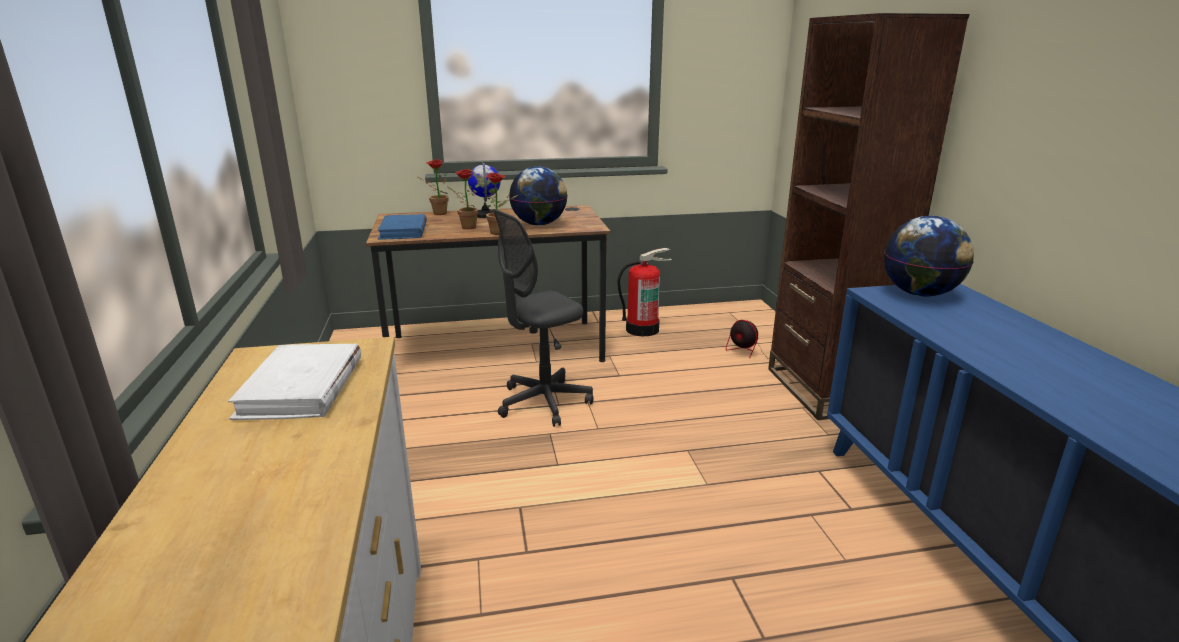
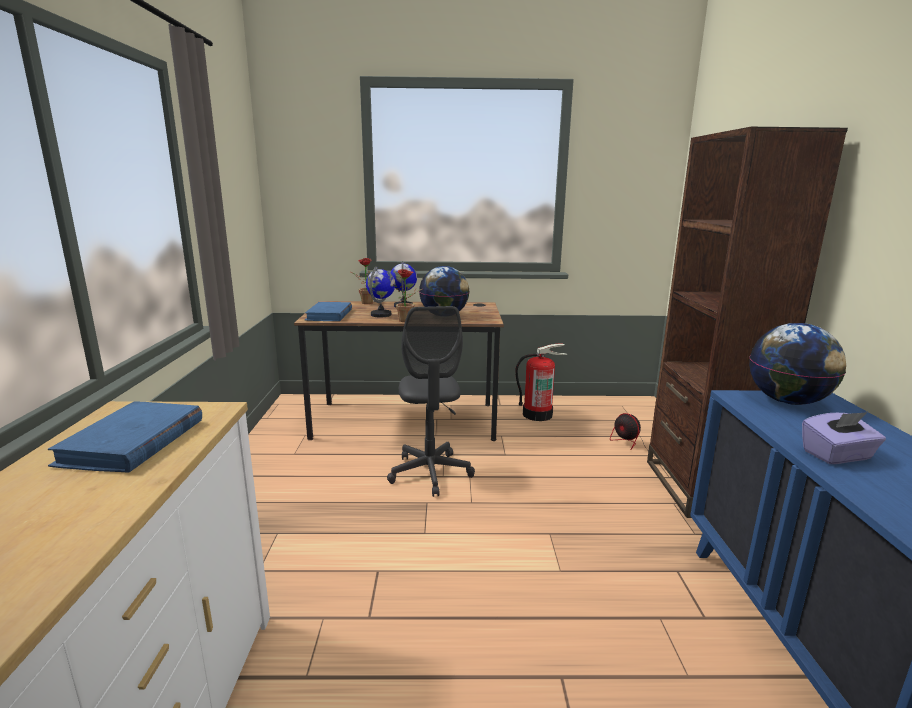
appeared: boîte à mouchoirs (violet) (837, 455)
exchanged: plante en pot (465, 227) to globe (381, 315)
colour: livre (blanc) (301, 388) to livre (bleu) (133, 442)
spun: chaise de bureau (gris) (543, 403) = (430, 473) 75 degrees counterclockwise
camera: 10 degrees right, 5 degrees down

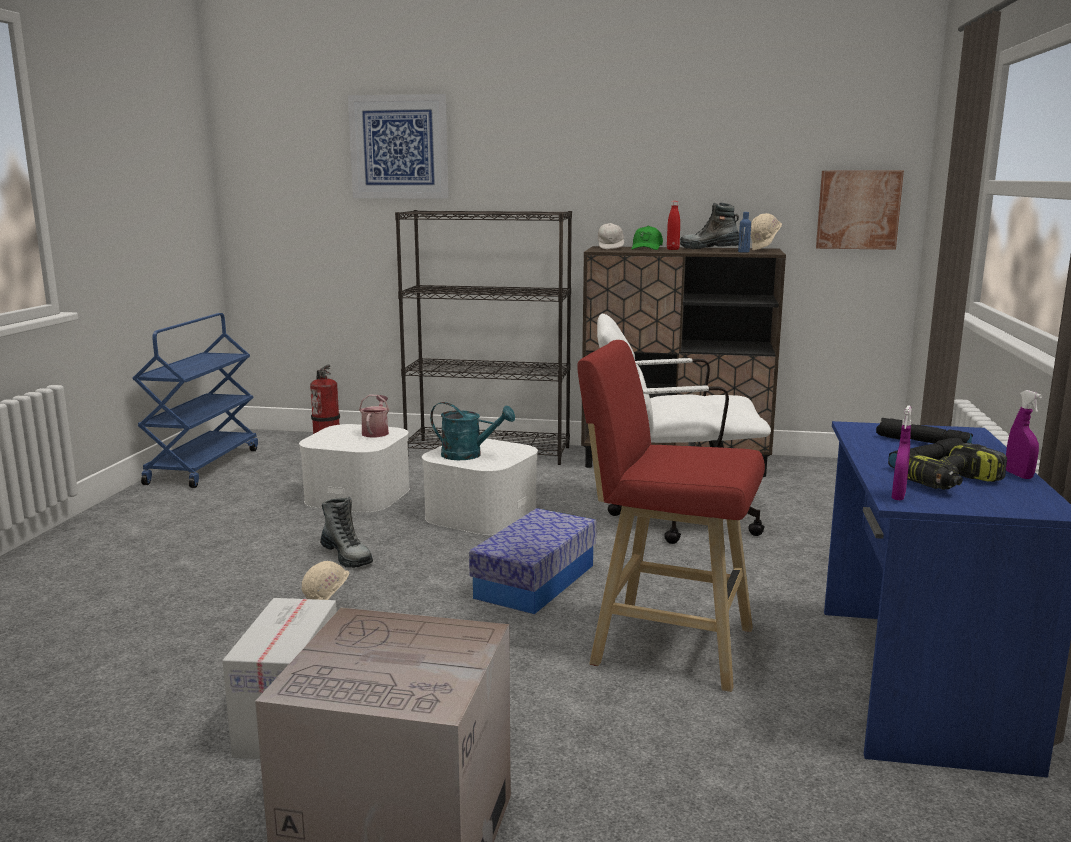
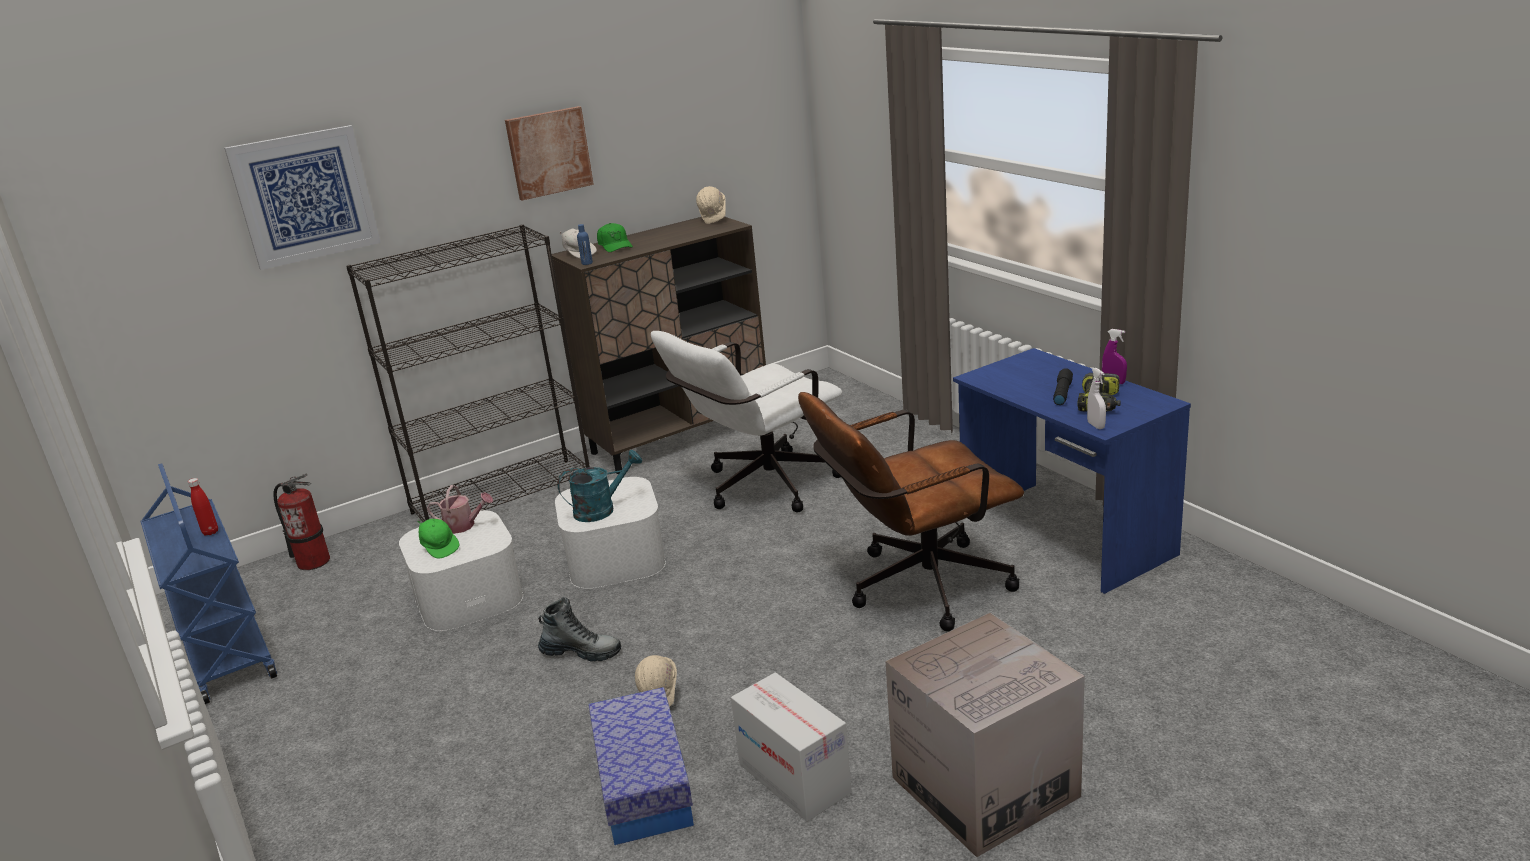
missing: botte (709, 249); lampe de poche (noir) (921, 443)
appeared: casquette (vert) (440, 547)
relocated: boîte de rangement (535, 581) to (643, 785); bouteille (rouge) (673, 249) to (210, 532); bouteille (bleu) (743, 252) to (587, 263); tableau (858, 210) to (549, 152)
exchanged: tabouret (rouge) (664, 645) to chaise de bureau (marron) (915, 588)
colour: vaporisateur (violet) (898, 496) to vaporisateur (blanc) (1096, 425)
spun: arrosoir (376, 432) = (464, 525) 135 degrees clockwise
camera: 40 degrees left, 10 degrees up

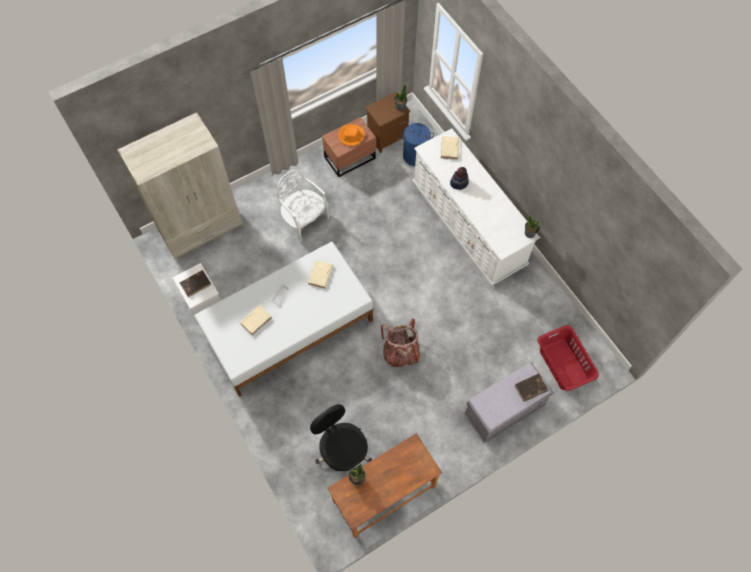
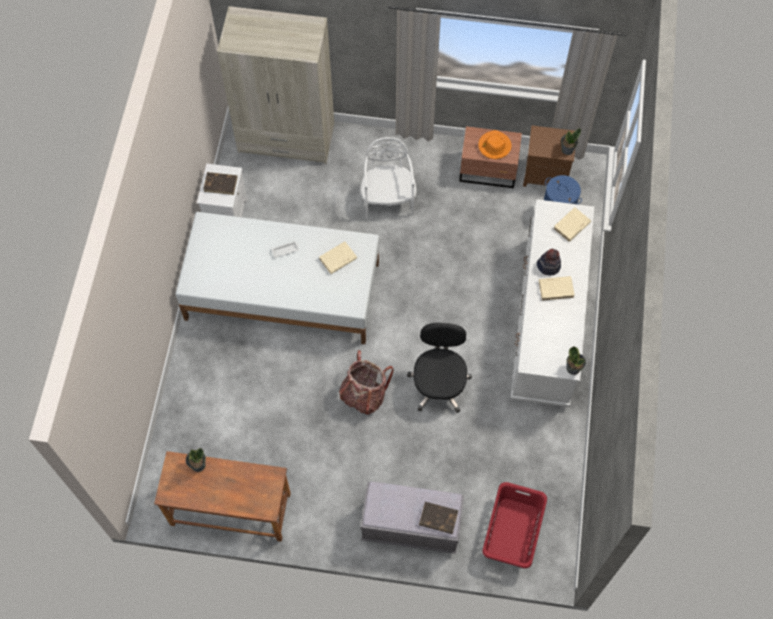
relocated: livre (beige) (256, 320) to (556, 289); chaise de bureau (noir) (342, 451) to (439, 384)
camera: 40 degrees right, 0 degrees up

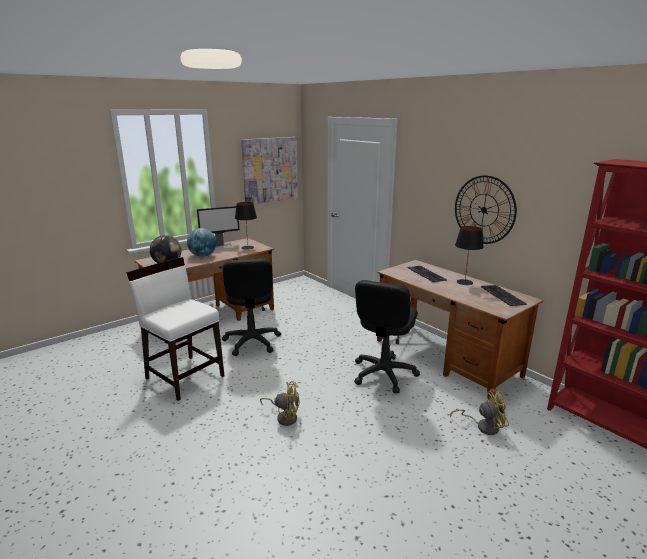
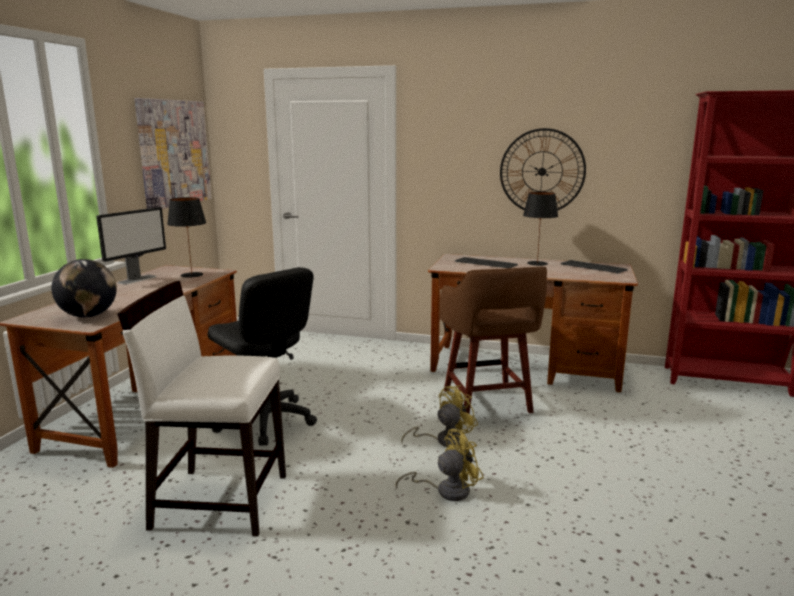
missing: globe (203, 255)
relocated: ventilateur (jaune) (483, 426) to (444, 440)
exchanged: chaise de bureau (noir) (383, 374) to tabouret (marron) (488, 402)
camera: 35 degrees left, 5 degrees down

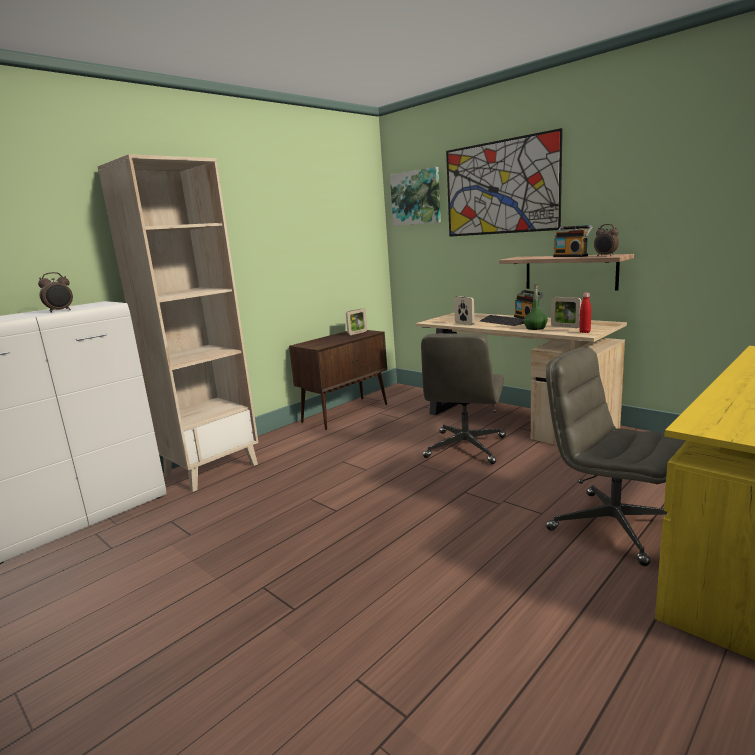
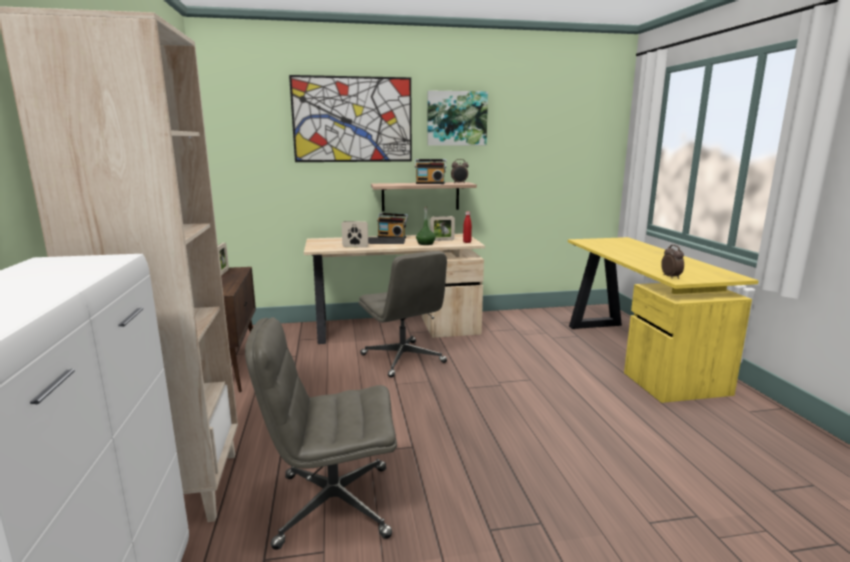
relocated: réveil (60, 311) to (671, 277); tableau (416, 197) to (456, 118); chaise de bureau (gris) (612, 526) to (332, 505)
camera: 55 degrees left, 0 degrees up

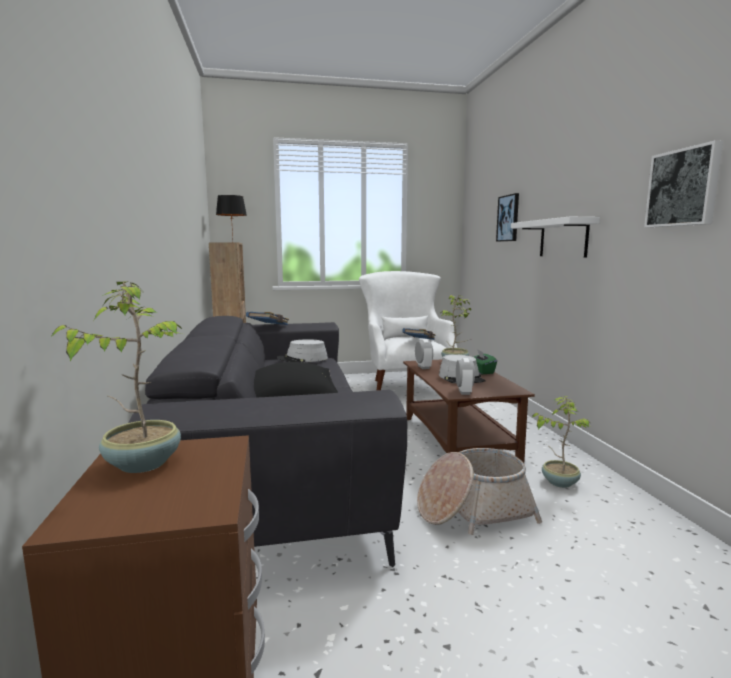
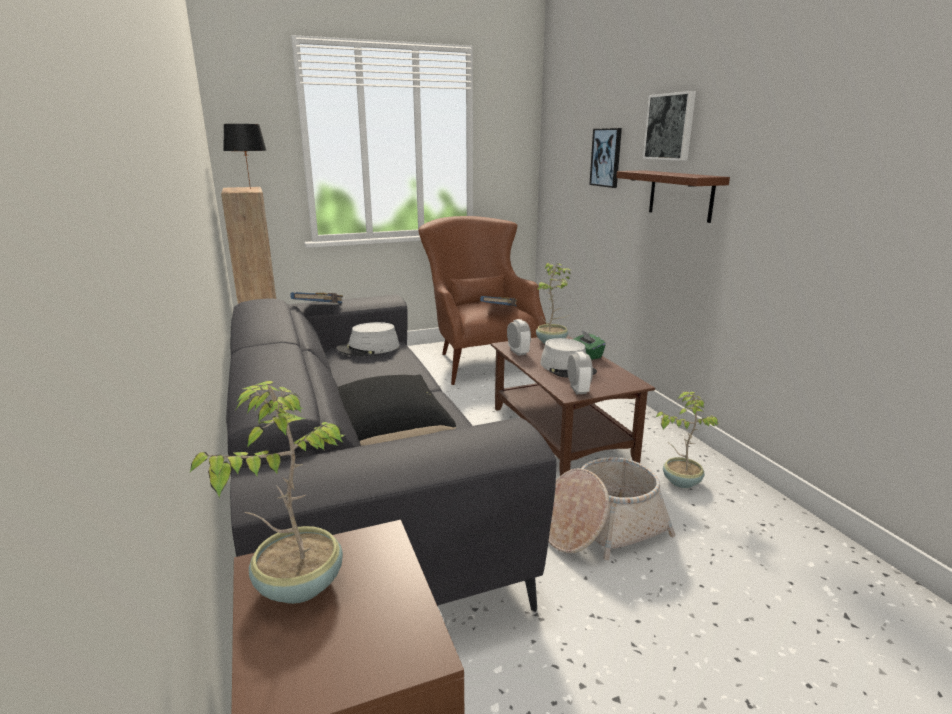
relocated: tableau (683, 188) to (670, 127)
colour: fauteuil (blanc) (404, 384) to fauteuil (marron) (479, 358); étagère (blanc) (563, 238) to étagère (marron) (680, 195)
camera: 10 degrees left, 10 degrees up

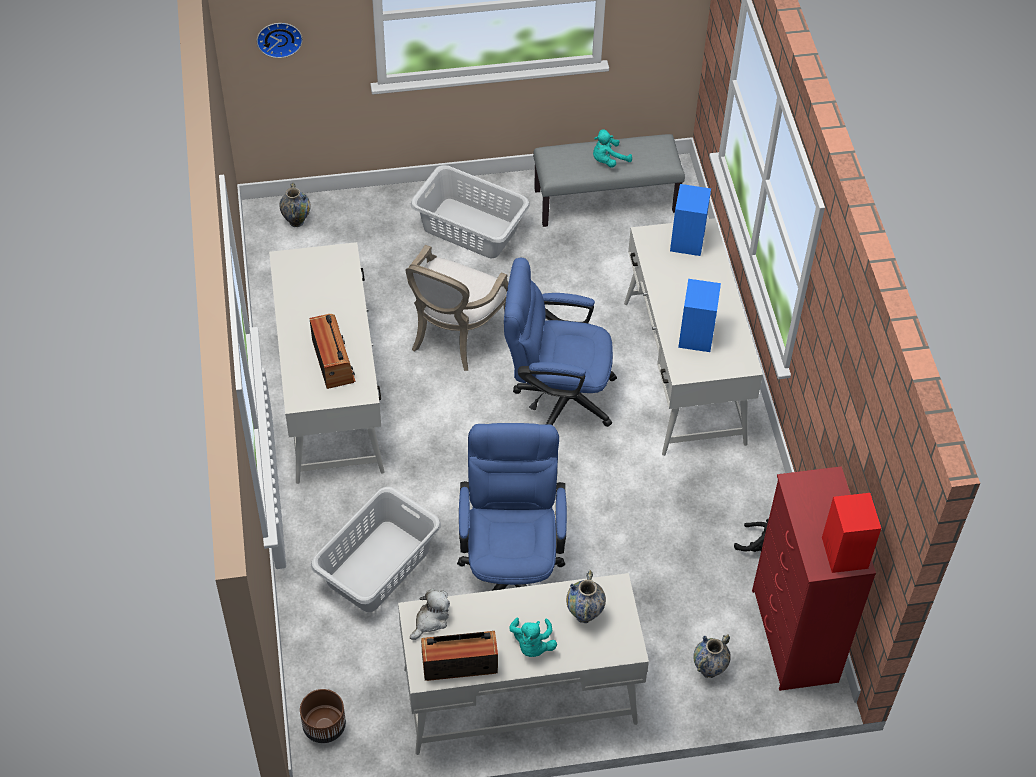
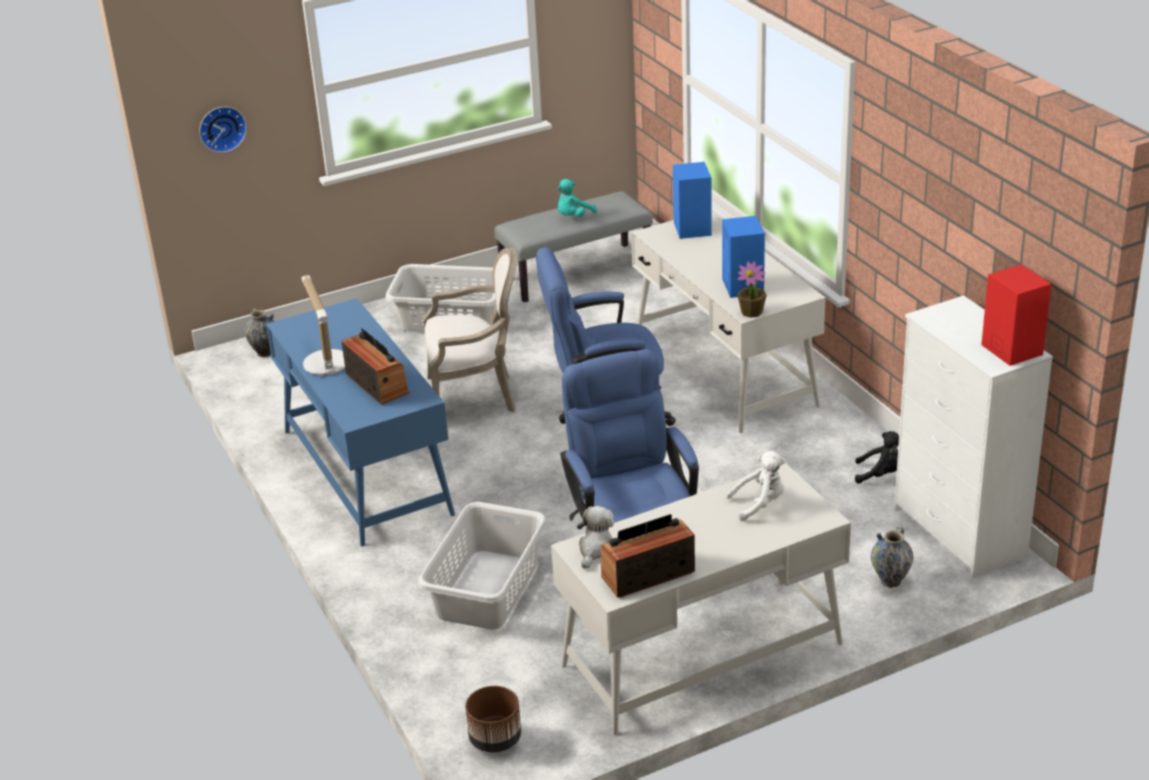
missing: peluche (turquoise) (532, 645)
appeared: lampe de table (325, 361); plante en pot (751, 312)
exchanged: vase (584, 614) to peluche (blanc) (760, 504)
colour: bureau (blanc) (331, 397) to bureau (bleu) (367, 471); commode (rouge) (793, 637) to commode (blanc) (959, 533)
spun: fauteuil (453, 337) = (475, 398) 105 degrees counterclockwise
camera: 15 degrees left, 20 degrees down

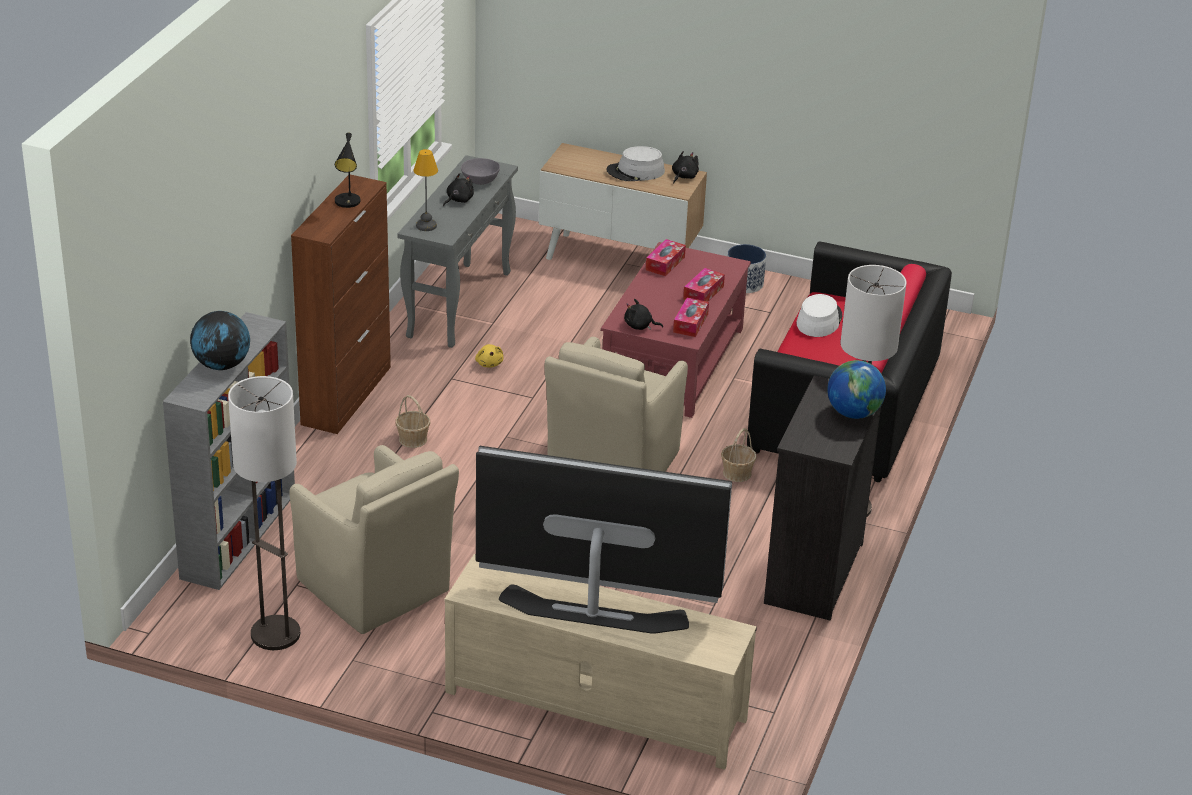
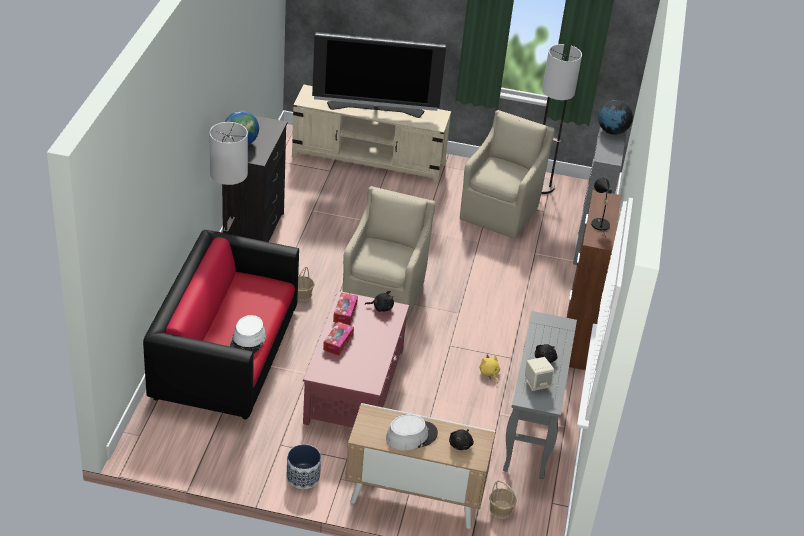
missing: lampe de table (425, 225); boîte à mouchoirs (665, 263)
relocated: panier (413, 439) to (500, 510); peluche (noir) (683, 176) to (461, 444)
exchanged: bol (gris) (480, 180) to enceinte (beige) (537, 383)
spun: fauteuil (beige) (375, 588) = (500, 211) 75 degrees clockwise
camera: 170 degrees right, 5 degrees up

